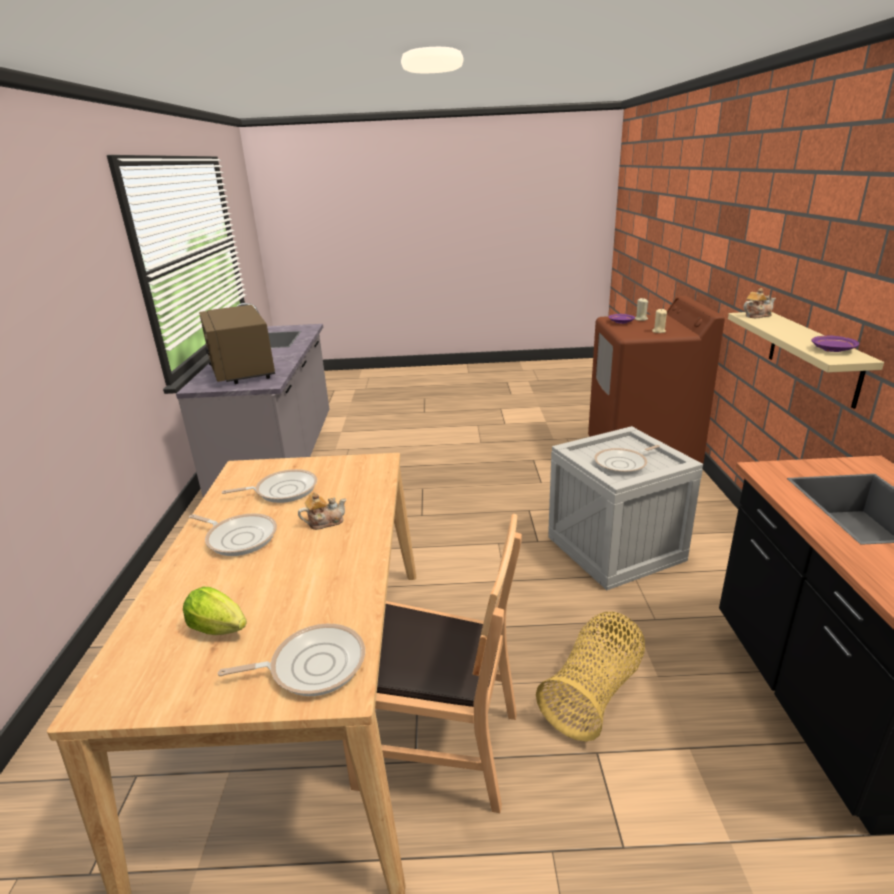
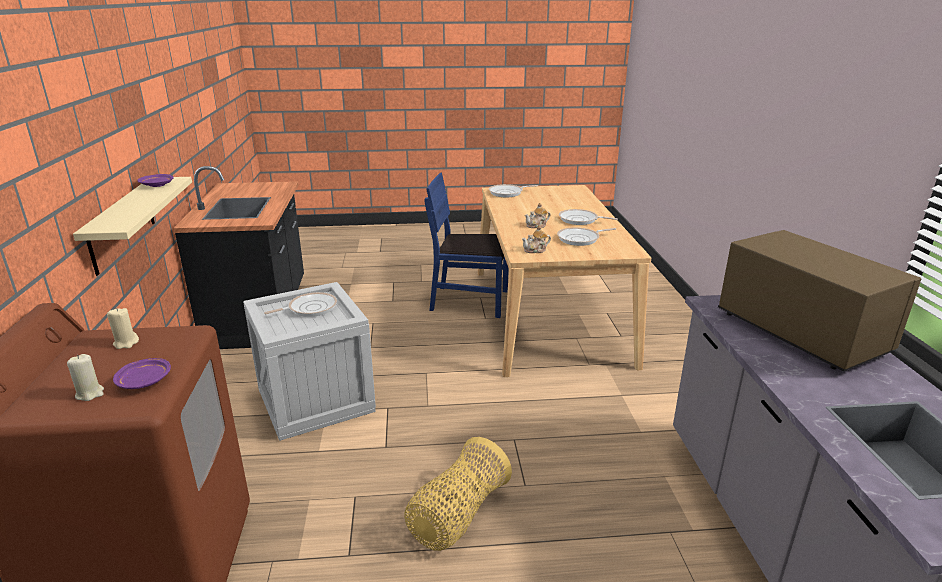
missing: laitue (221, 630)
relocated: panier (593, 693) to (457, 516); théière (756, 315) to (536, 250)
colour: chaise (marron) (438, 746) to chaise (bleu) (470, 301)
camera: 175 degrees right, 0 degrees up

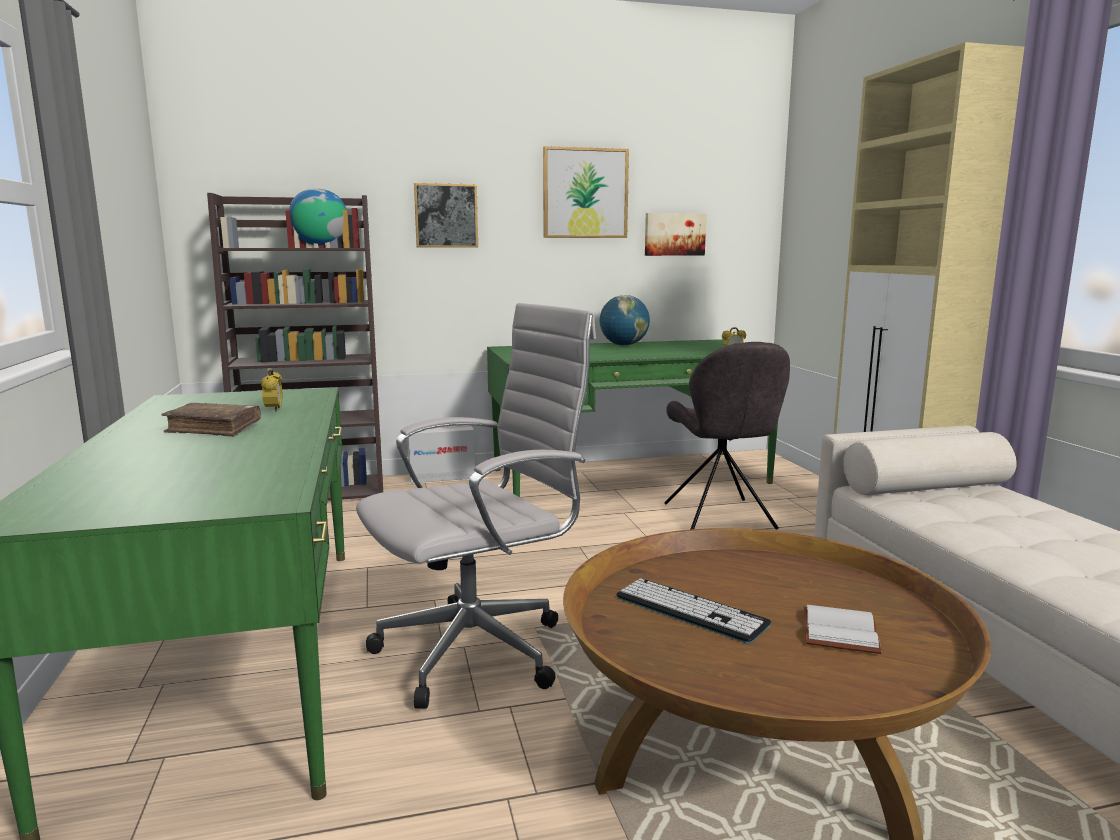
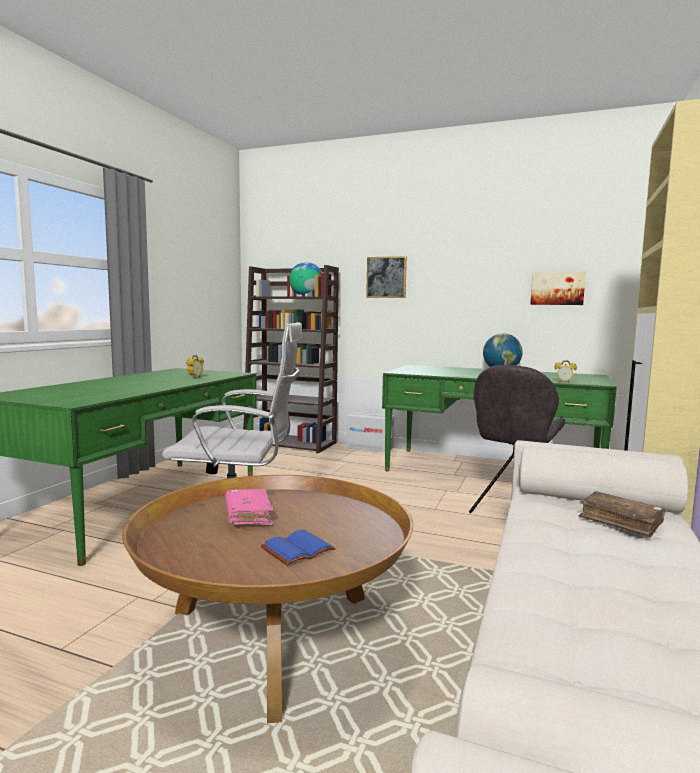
missing: tableau (585, 193)
relocated: livre (marron) (214, 429) to (620, 521)
exchanged: clavier (690, 610) to livre (rose) (248, 515)
colour: livre (blanc) (837, 631) to livre (bleu) (297, 549)
camera: 35 degrees right, 5 degrees down

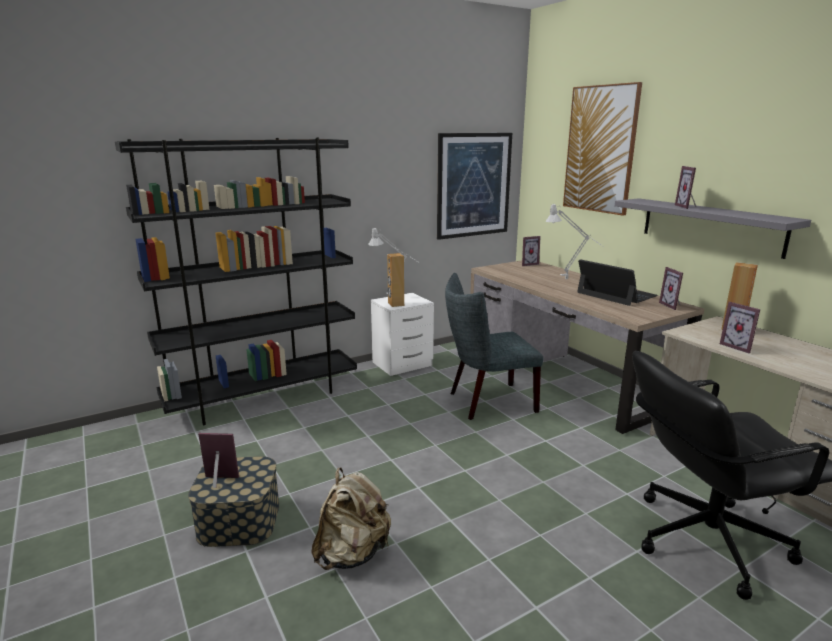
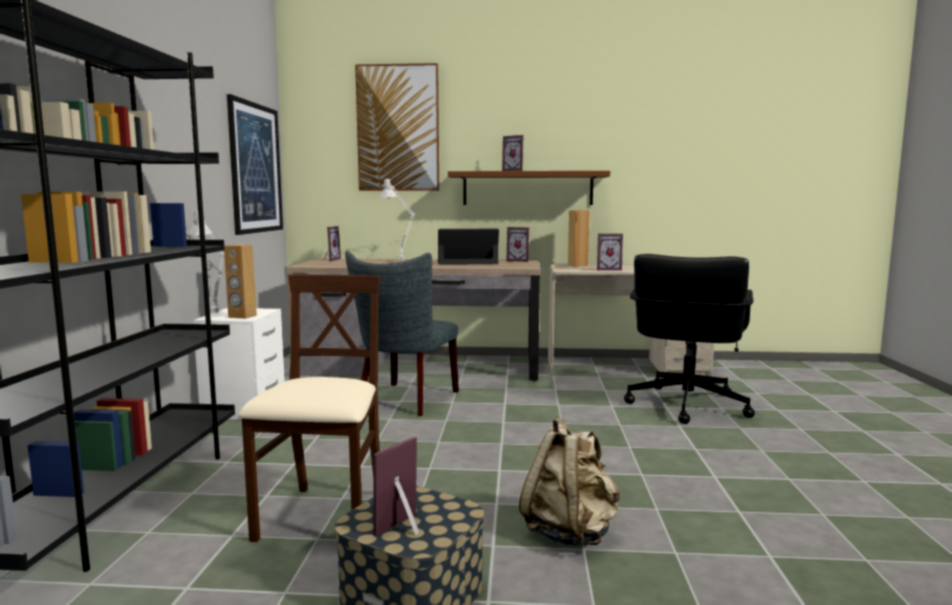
appeared: chaise (beige) (324, 517)
colour: étagère (gris) (710, 226) to étagère (marron) (527, 188)
camera: 55 degrees left, 10 degrees down

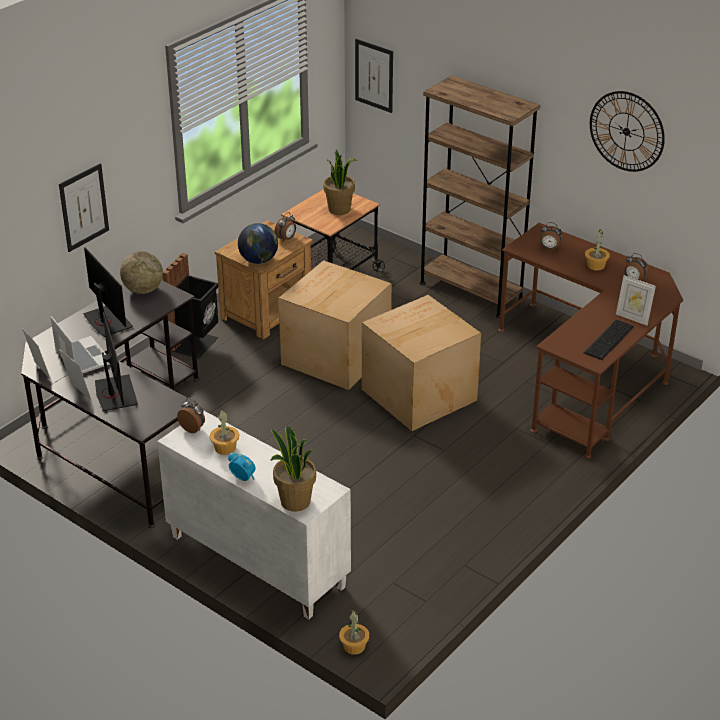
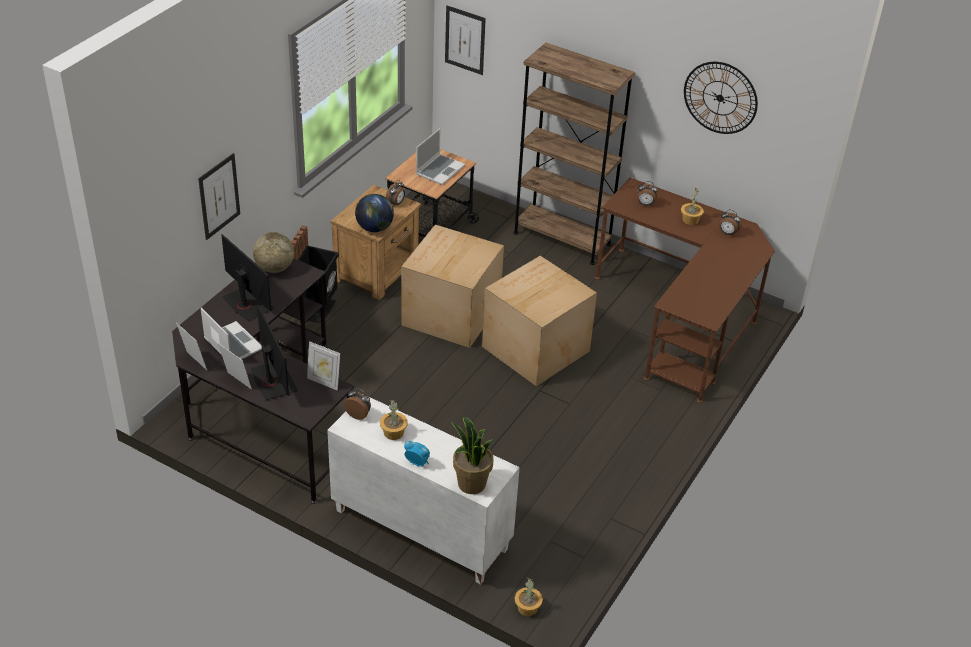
missing: clavier (610, 340)
relocated: cadre photo (633, 318) to (324, 382)
exchanged: plante en pot (340, 209) to ordinateur portable (440, 170)
camera: 10 degrees left, 5 degrees up

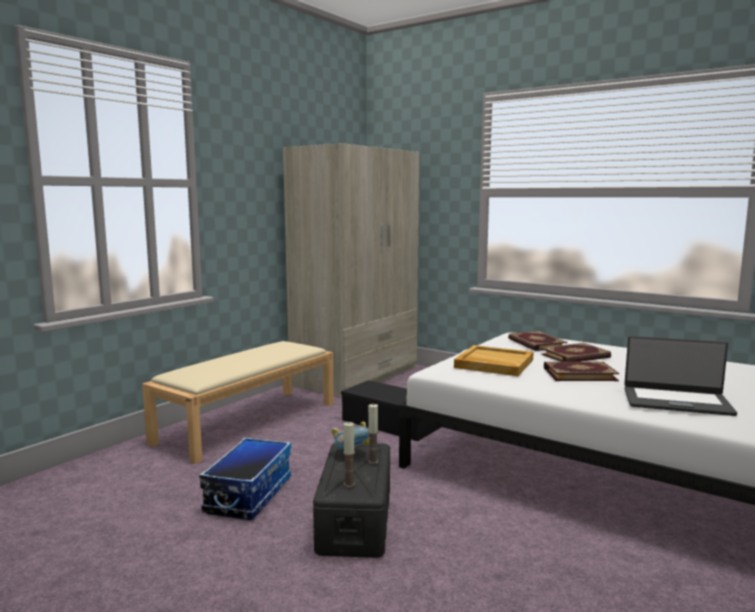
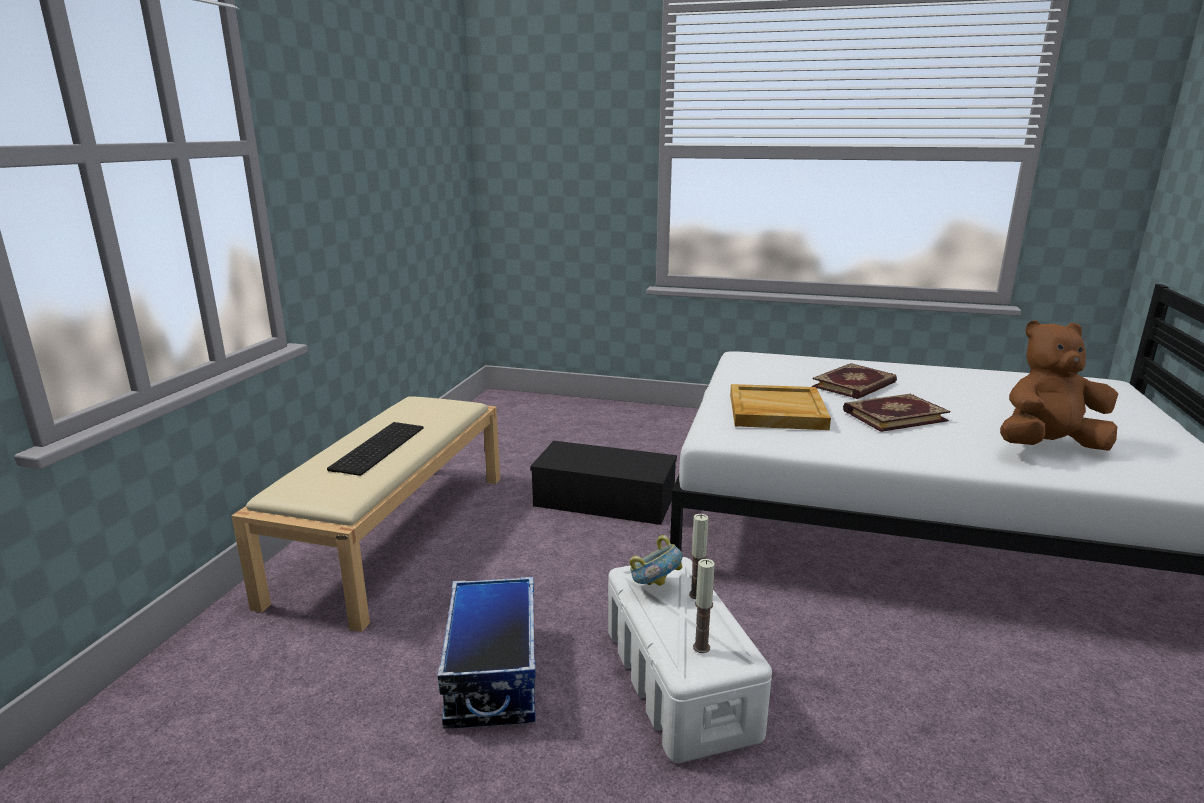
missing: armoire (beige) (357, 376); livre (535, 344)
appeared: clavier (377, 447)
exchanged: ordinateur portable (676, 401) to peluche (marron) (1047, 446)
colour: boîte de rangement (noir) (355, 520) to boîte de rangement (blanc) (680, 682)
camera: 20 degrees left, 10 degrees up

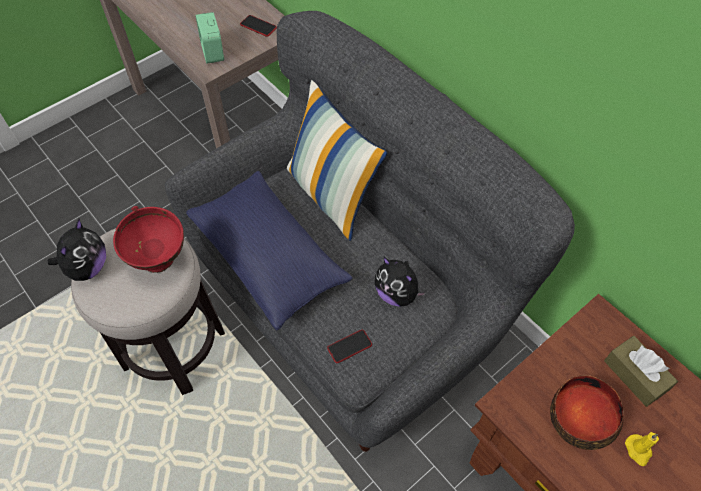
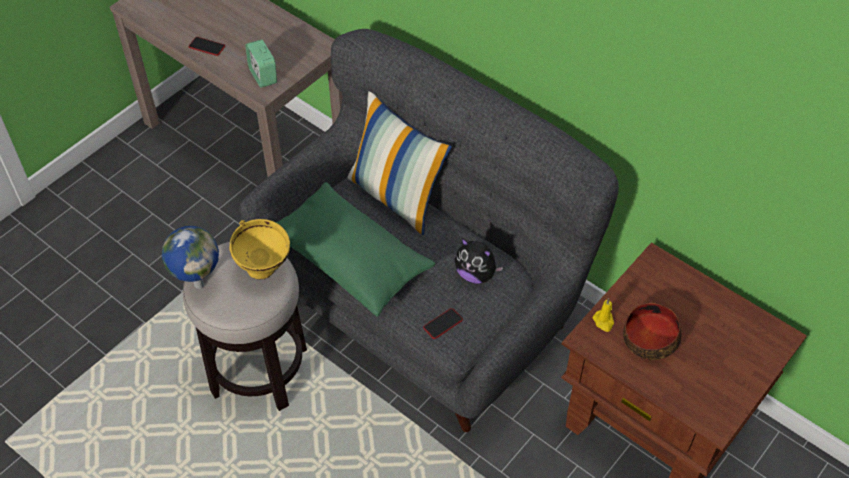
missing: boîte à mouchoirs (marron) (635, 375)
relocated: téléphone (258, 26) to (207, 47); bougie (jaune) (638, 450) to (603, 321)
exchanged: peluche (87, 267) to globe (198, 284)
colour: bol (rouge) (161, 264) to bol (jaune) (265, 271); coussin (bleu) (269, 258) to coussin (vert) (351, 260)
camera: 10 degrees left, 5 degrees down

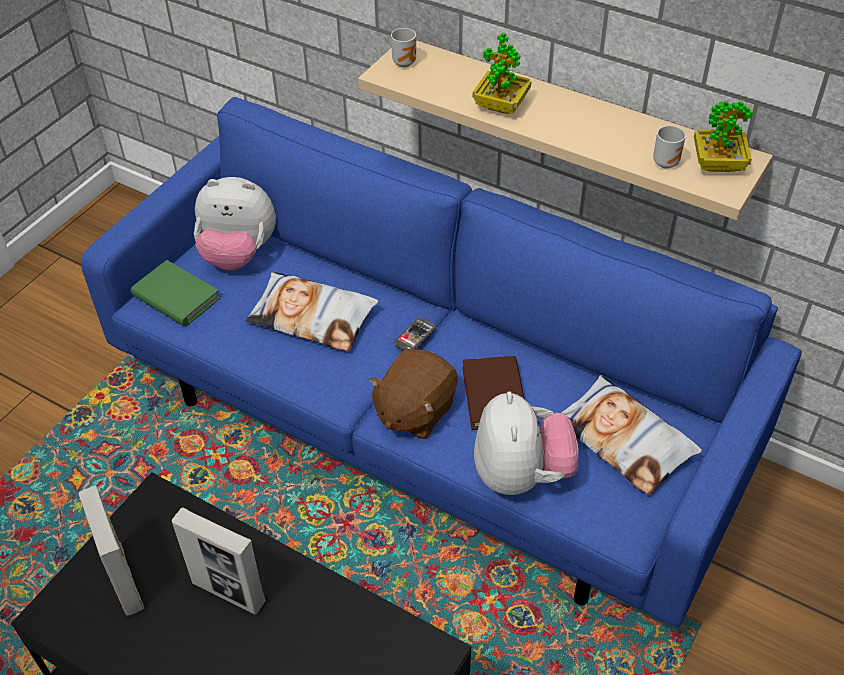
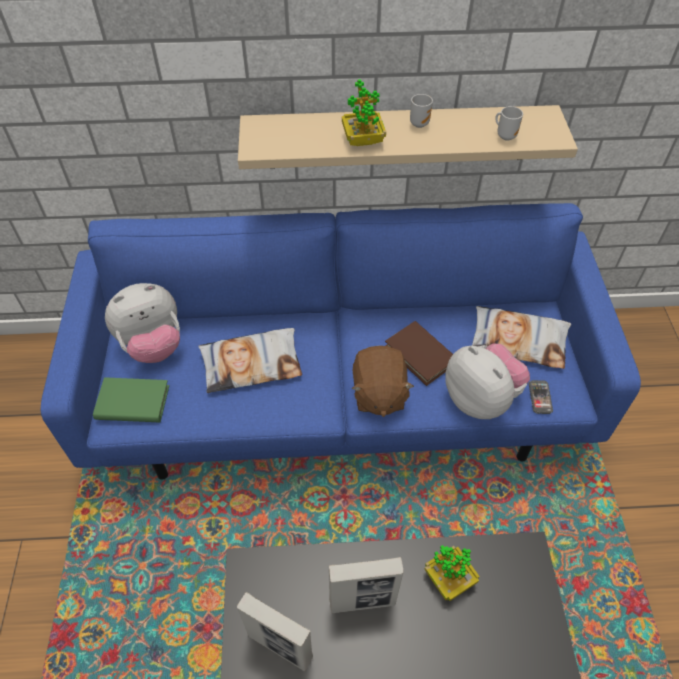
relocated: mug (405, 62) to (419, 123); téléphone (415, 336) to (540, 397); plante en pot (718, 165) to (449, 578)
camera: 35 degrees left, 5 degrees up

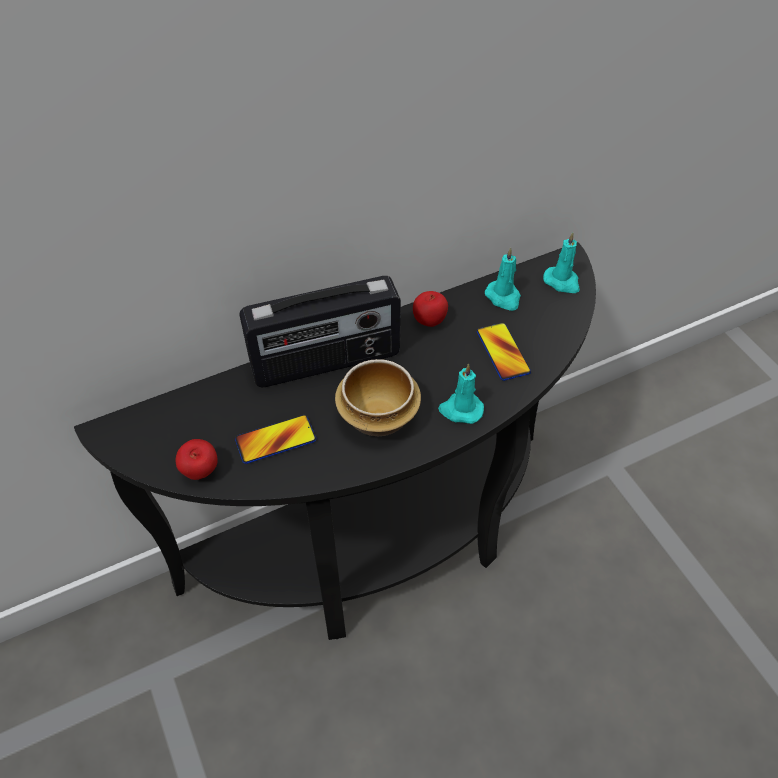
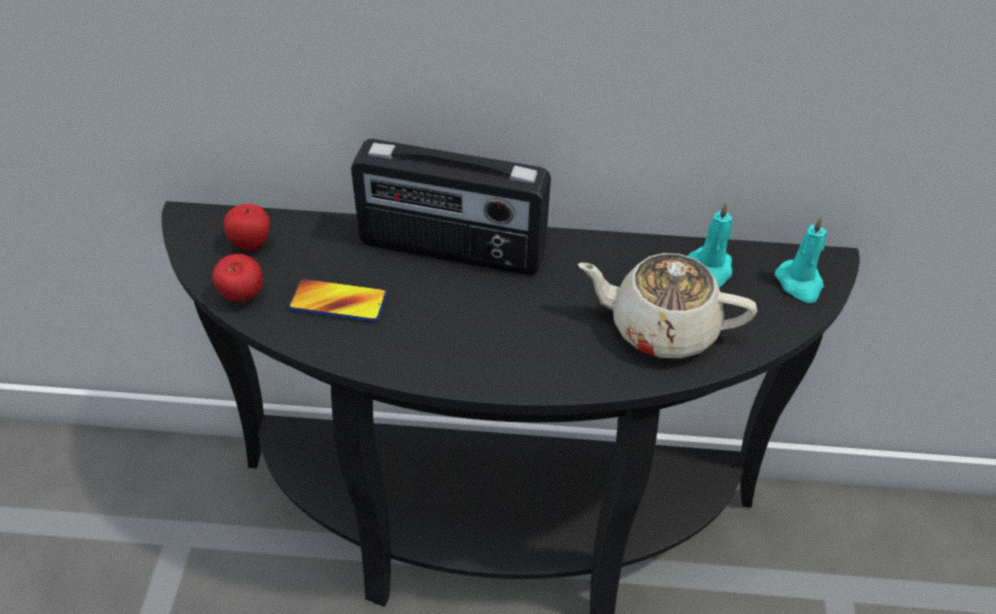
missing: bol (376, 417); bougie (turquoise) (460, 410)
relocated: pomme (429, 321) to (252, 244)
exchanged: téléphone (503, 352) to théière (beige) (660, 327)
camera: 30 degrees right, 5 degrees down

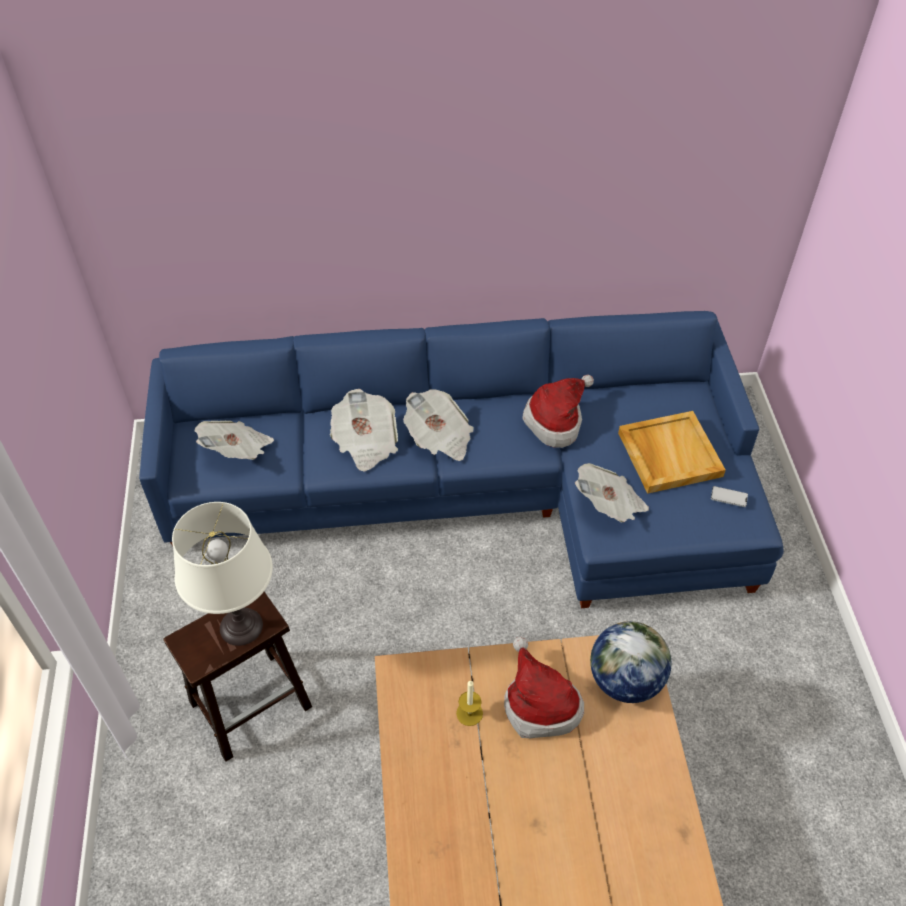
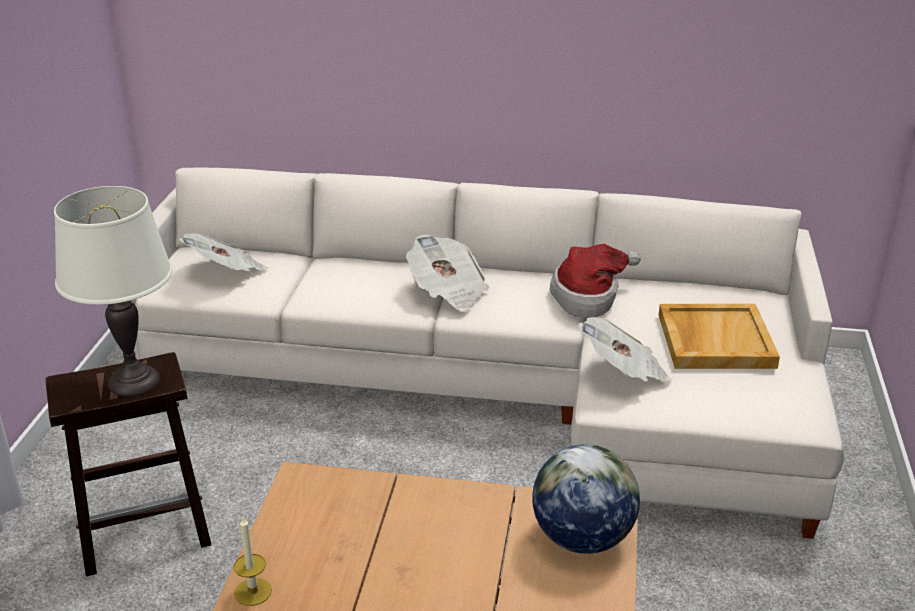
missing: journal (365, 443); chapeau (539, 703); téléphone (729, 497)
relocated: bougie (469, 713) to (253, 592)
colour: canapé (bleu) (482, 486) to canapé (blanc) (501, 386)
camera: 15 degrees right, 20 degrees down

